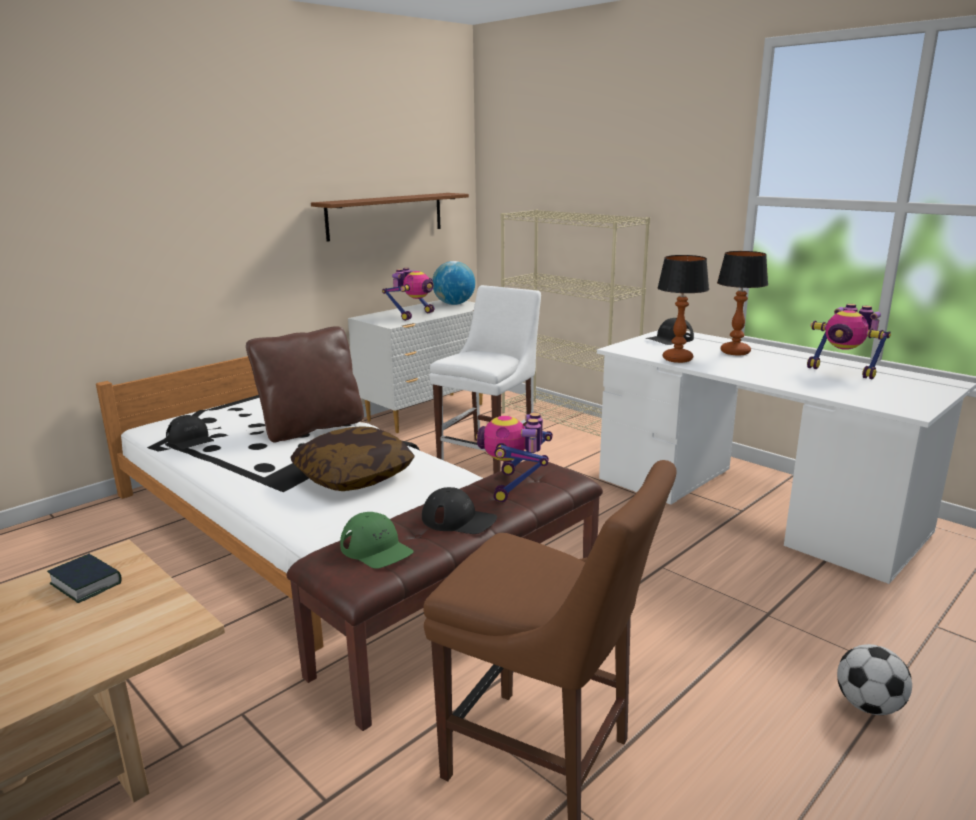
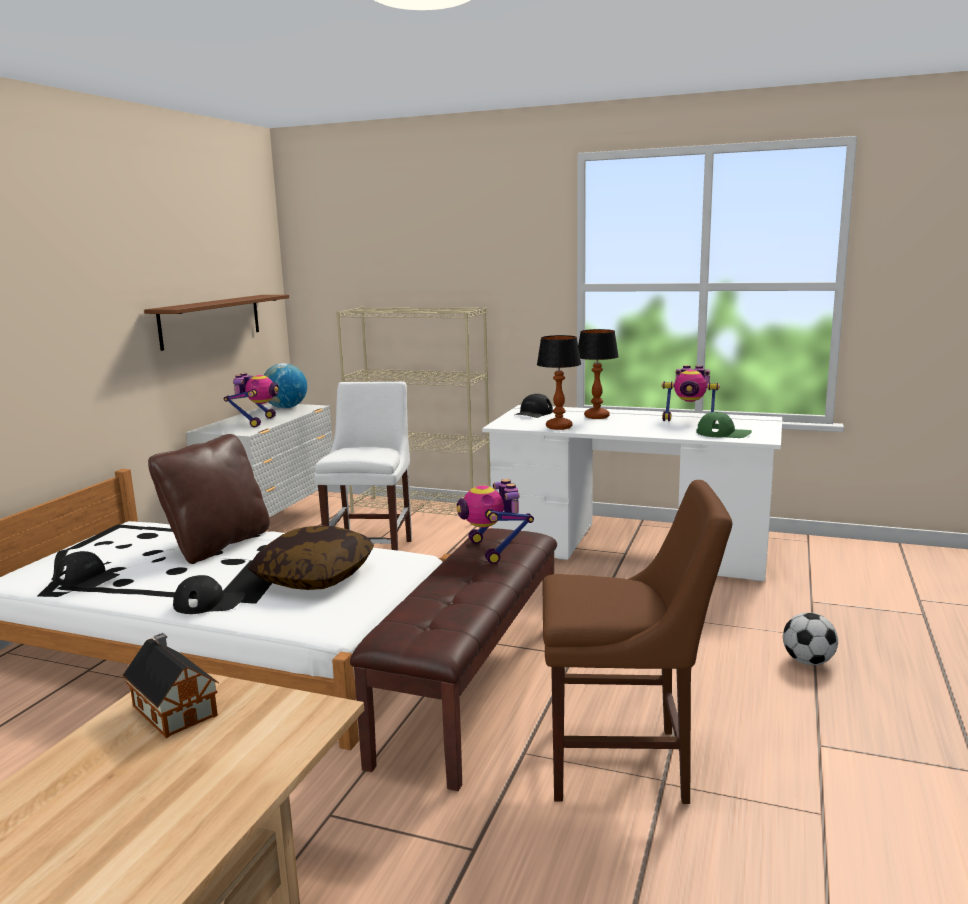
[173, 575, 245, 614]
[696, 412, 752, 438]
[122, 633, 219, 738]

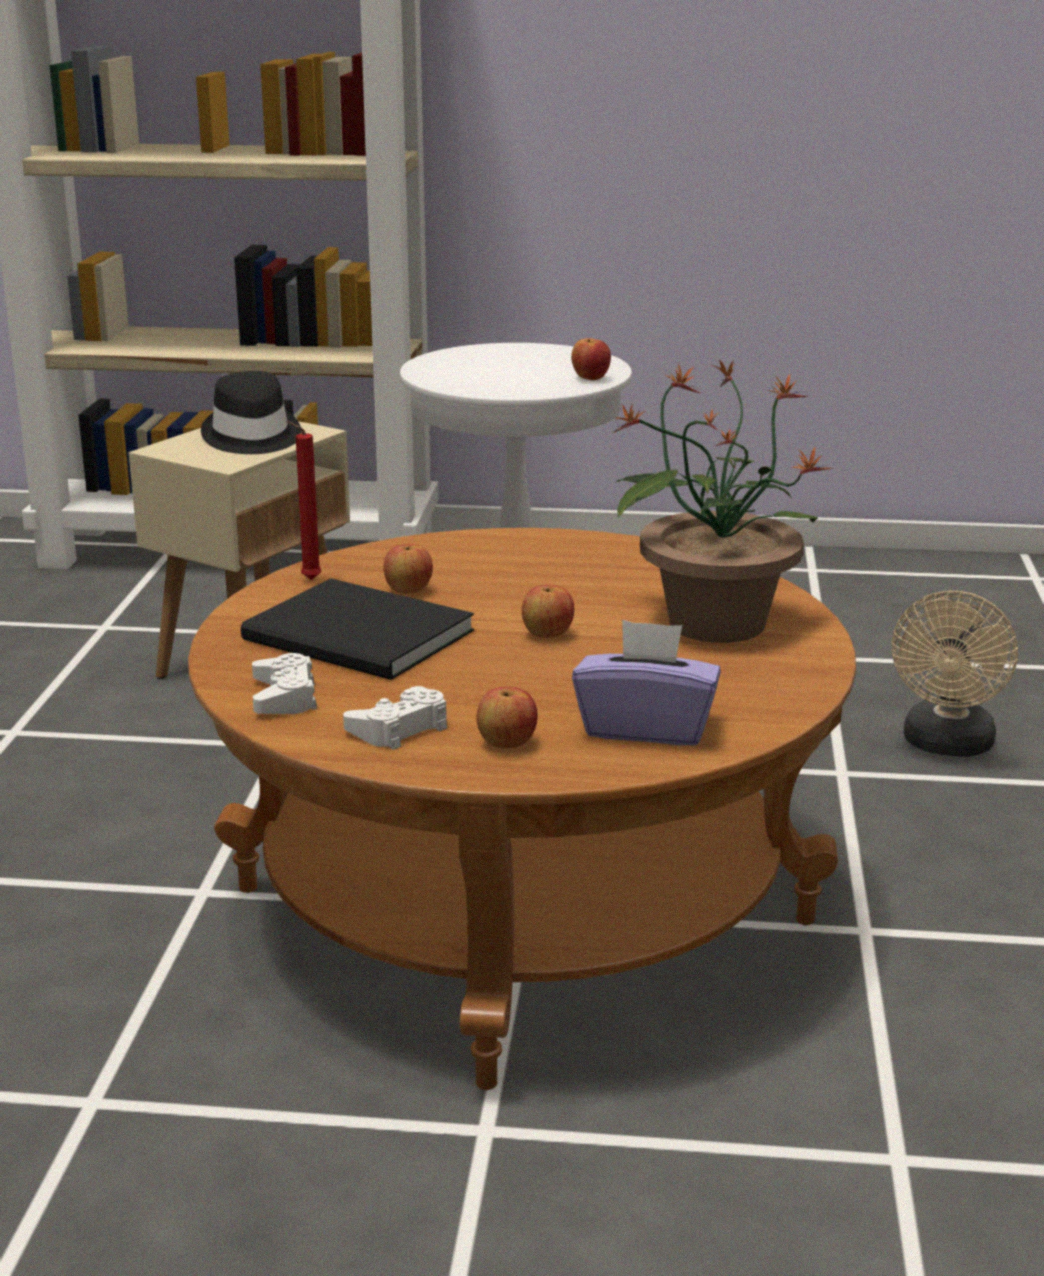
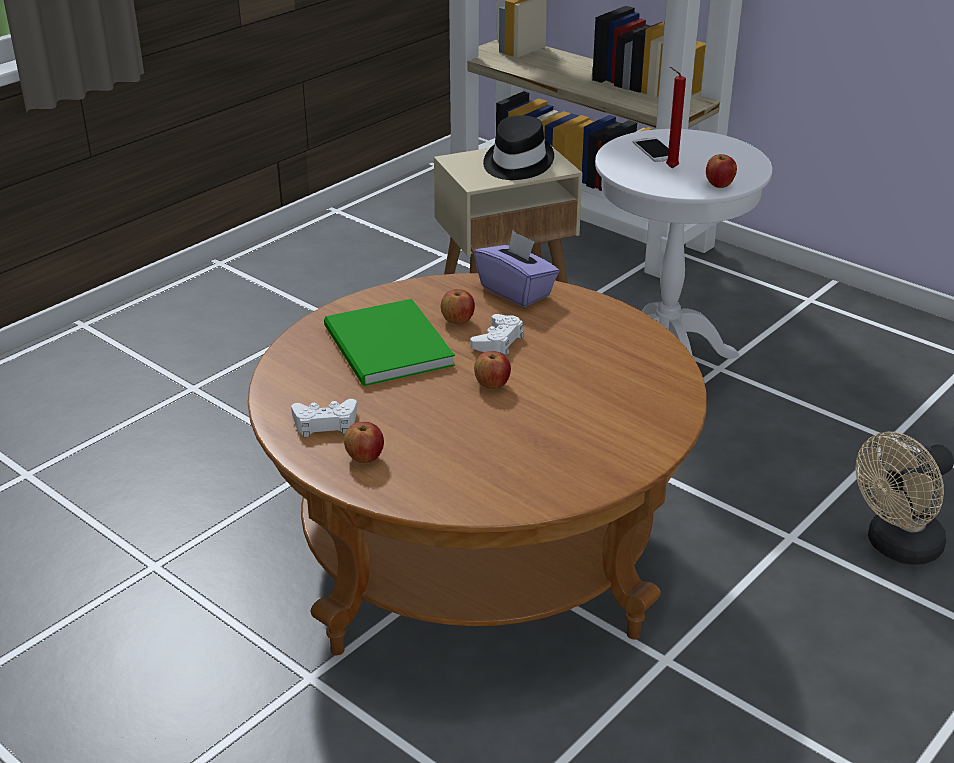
[613, 359, 832, 643] (first image)
[666, 67, 686, 168]
[324, 299, 455, 386]
[474, 231, 559, 307]
[471, 314, 524, 355]
[633, 137, 669, 162]

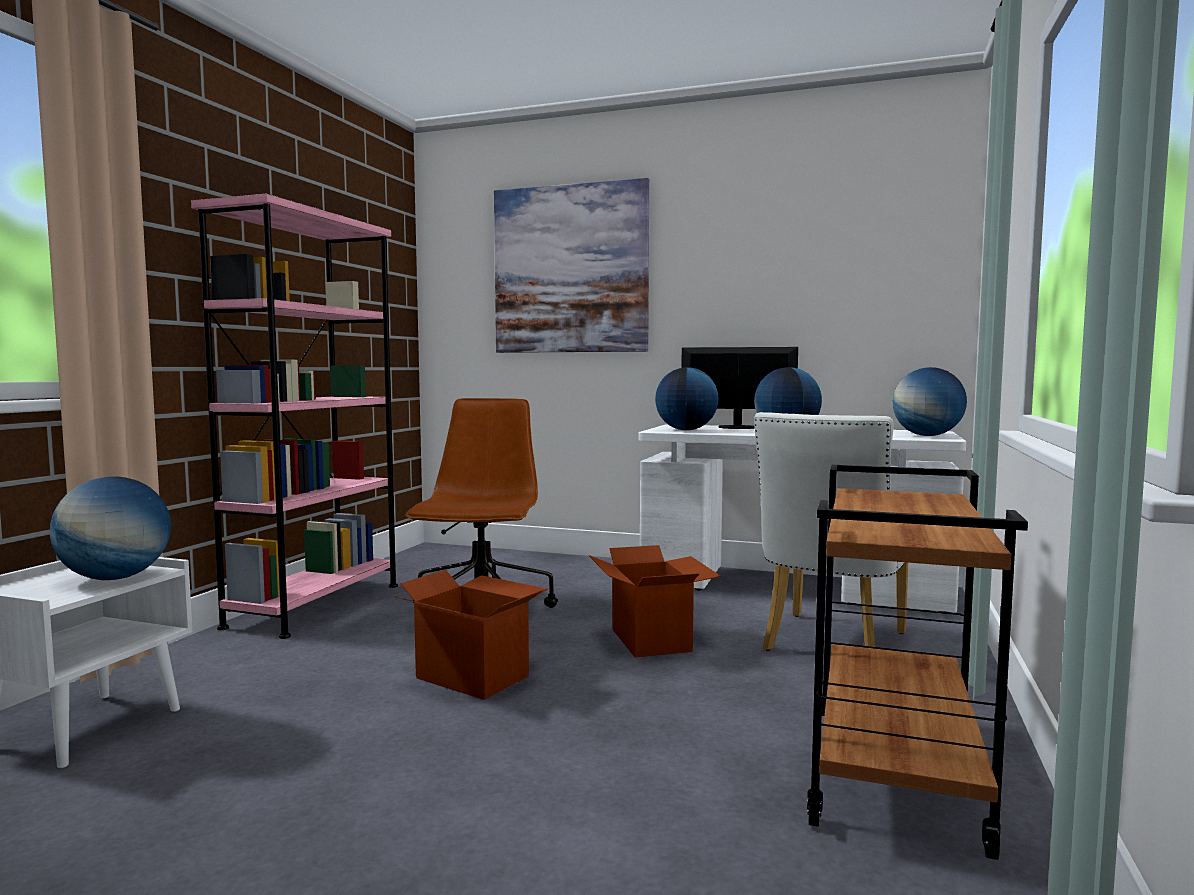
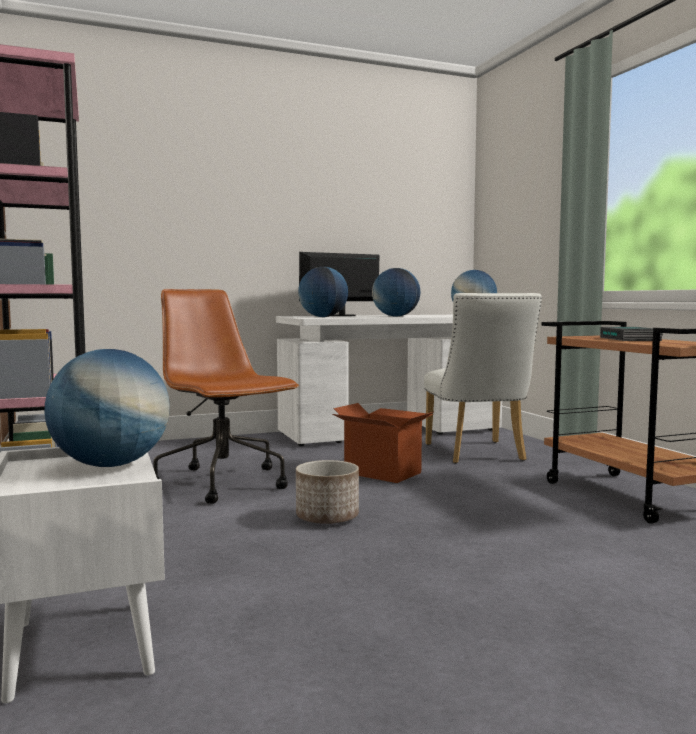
[494, 178, 649, 353] (first image)
[296, 460, 359, 524]
[600, 327, 663, 341]

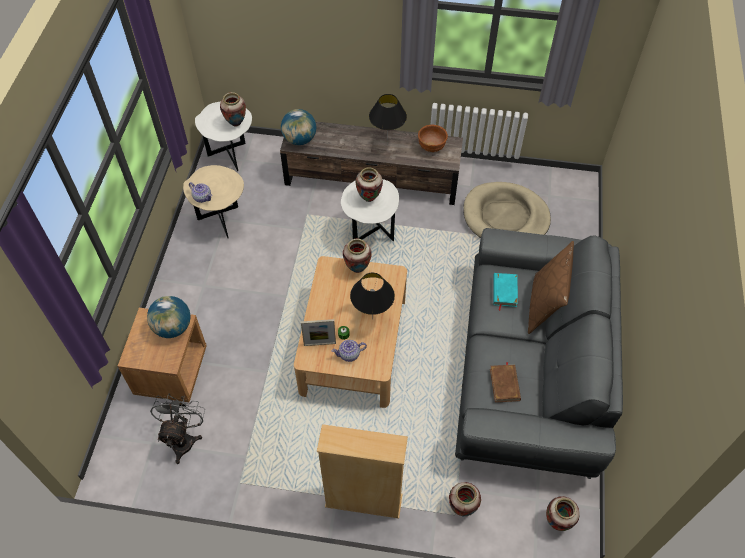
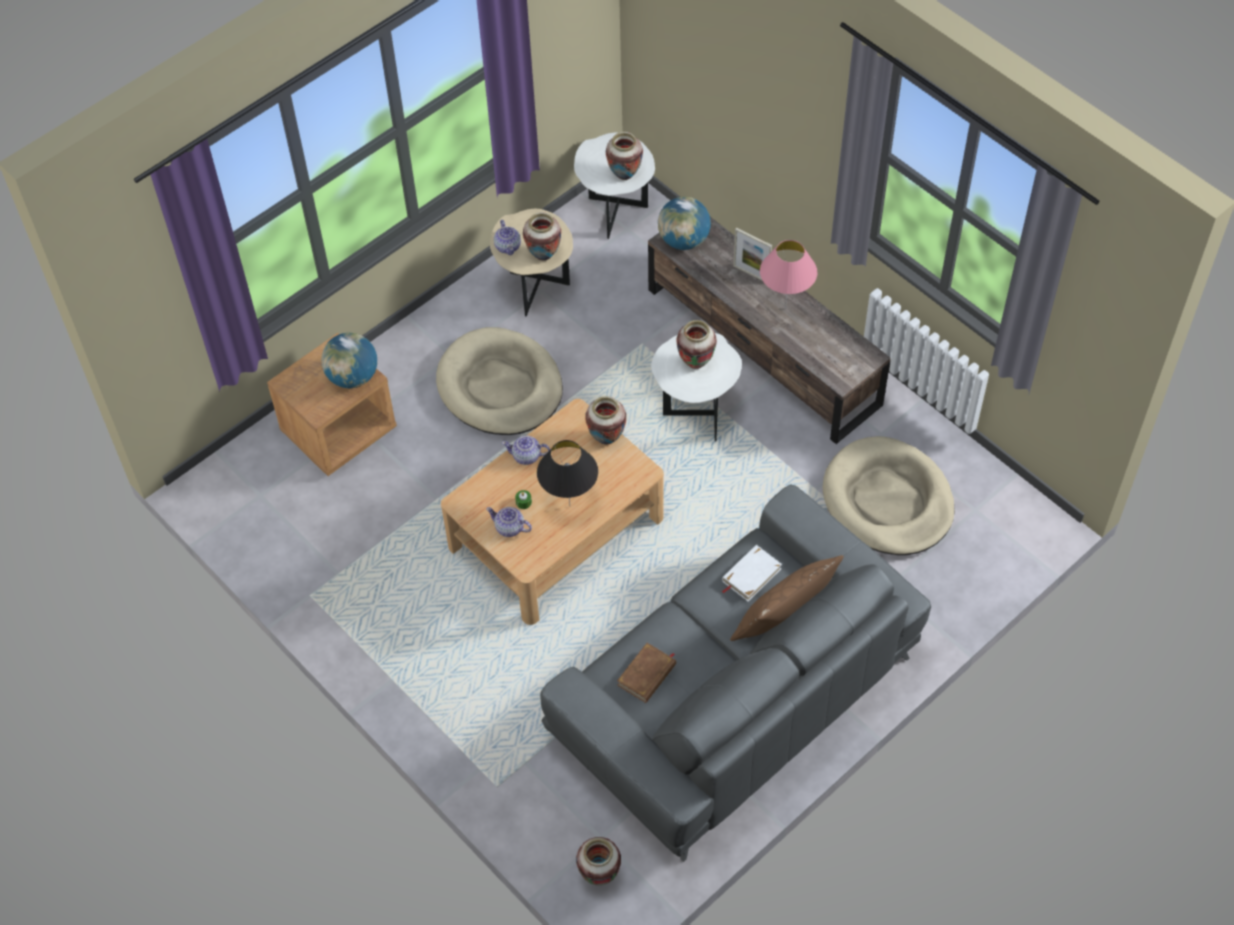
[760, 240, 817, 309]
[418, 125, 448, 152] (first image)
[722, 545, 782, 601]
[733, 228, 772, 280]
[150, 394, 205, 464] (first image)
[317, 424, 408, 518] (first image)
[523, 212, 561, 261]
[436, 327, 563, 435]
[502, 436, 550, 465]

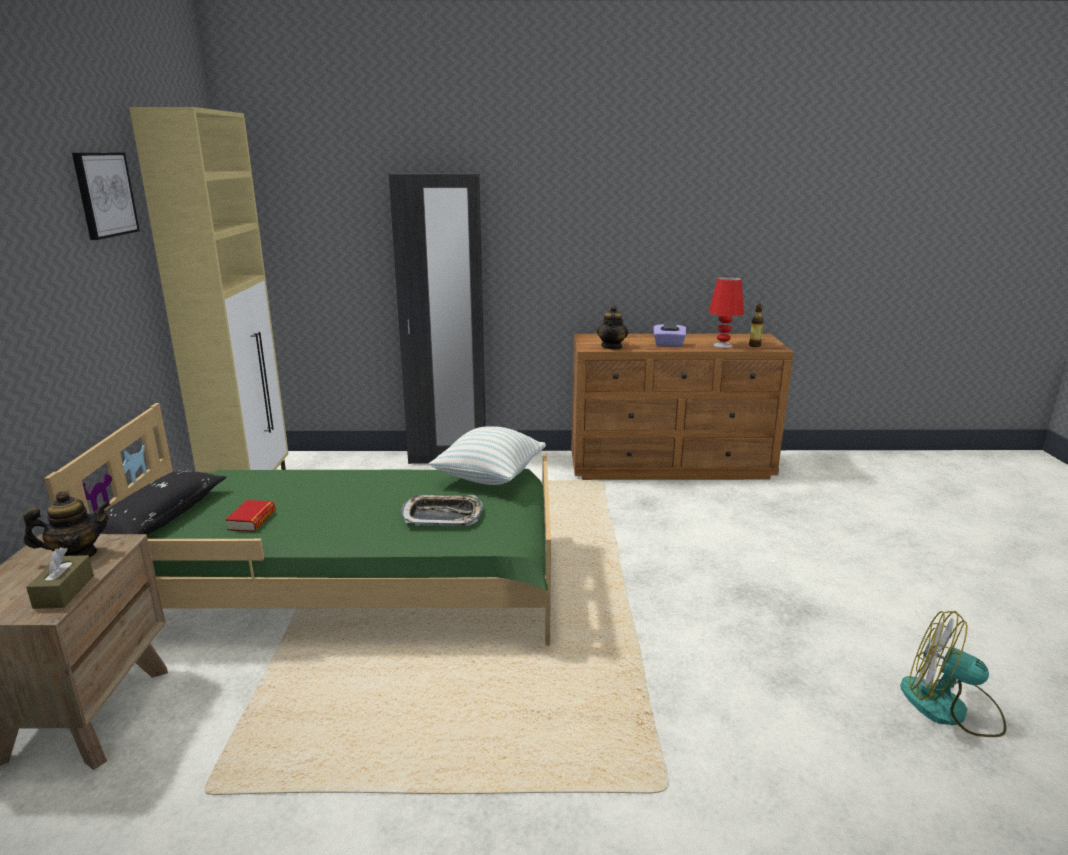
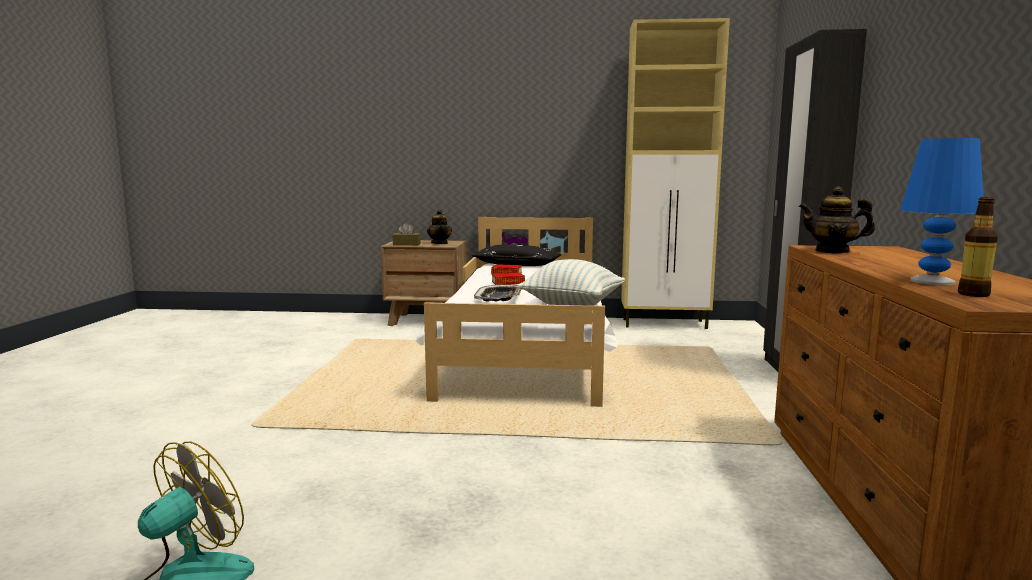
[72, 153, 140, 240] (first image)
[900, 138, 984, 285]
[653, 321, 686, 347] (first image)
[415, 217, 618, 407]
[492, 273, 525, 285]

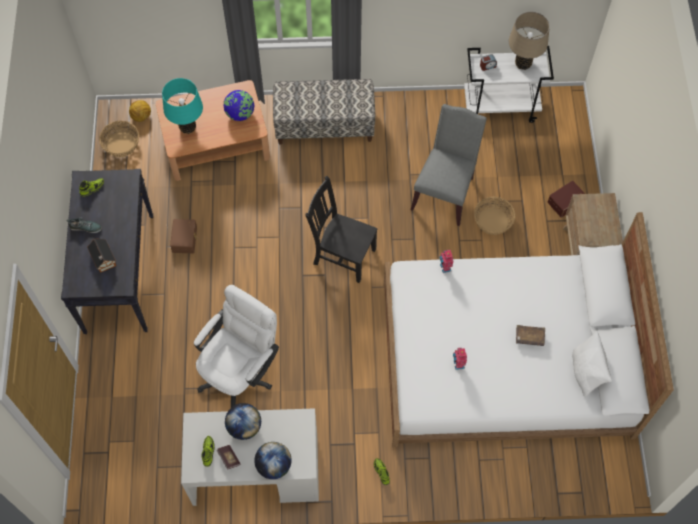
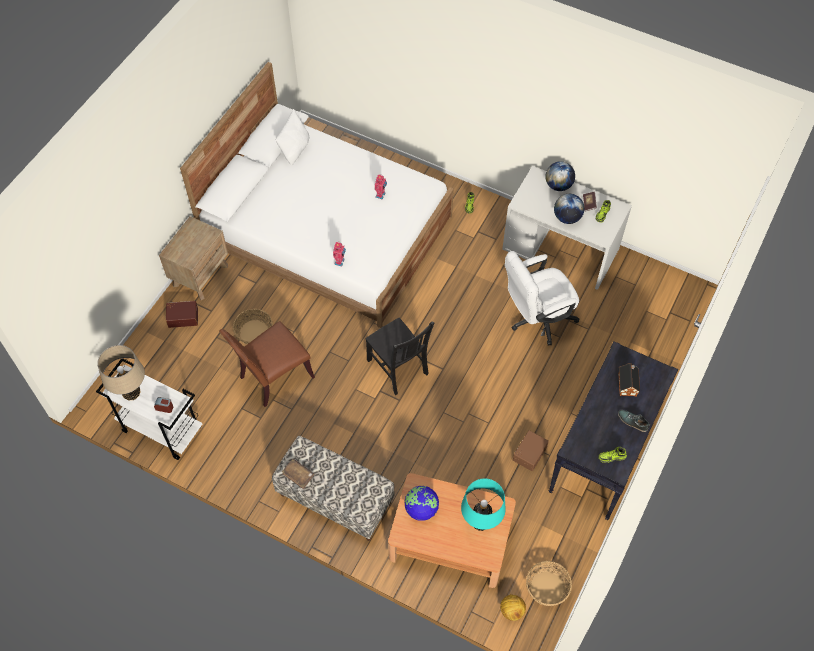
[219, 321, 315, 407]
[282, 459, 314, 489]

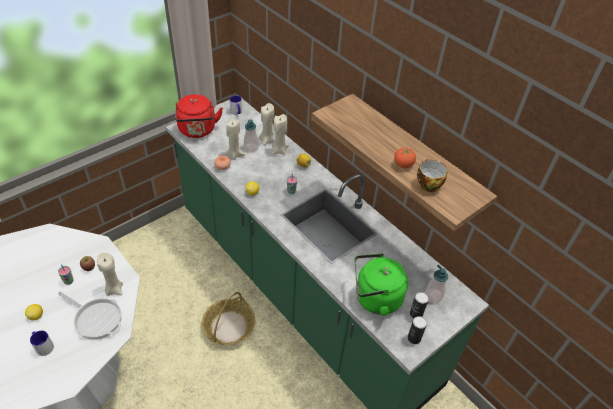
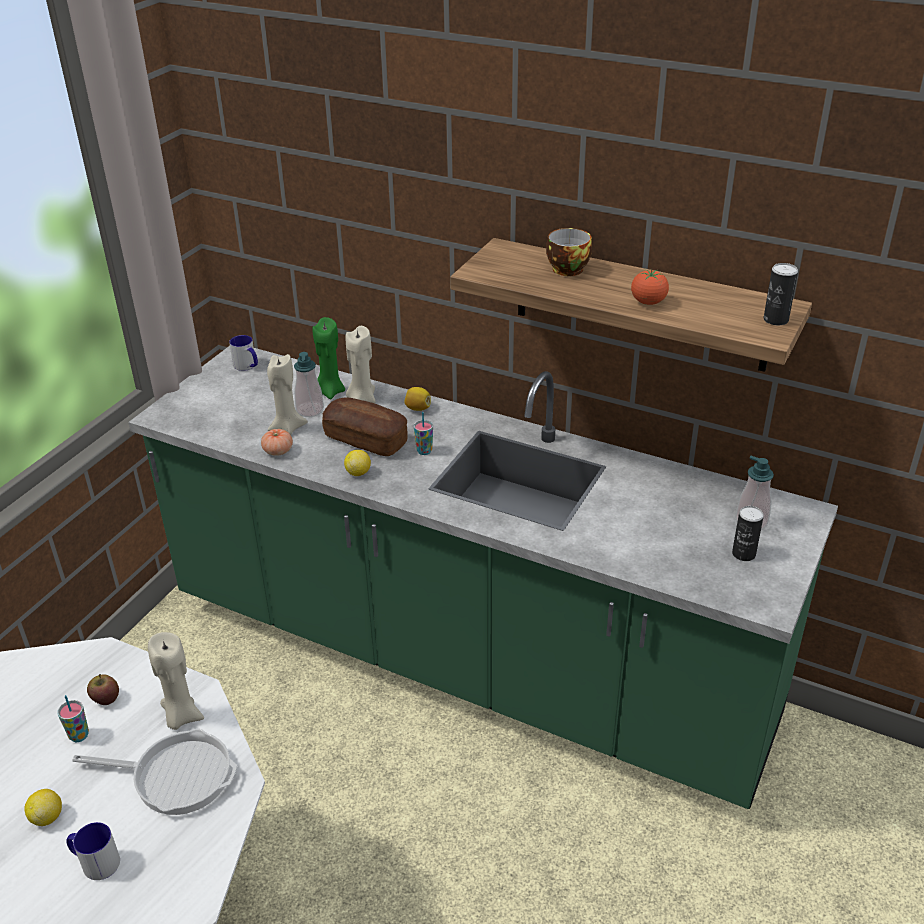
[175, 94, 223, 138] (first image)
[312, 317, 345, 399]
[546, 228, 592, 276]
[354, 253, 408, 316] (first image)
[202, 292, 255, 345] (first image)
[764, 263, 798, 325]
[322, 398, 408, 456]

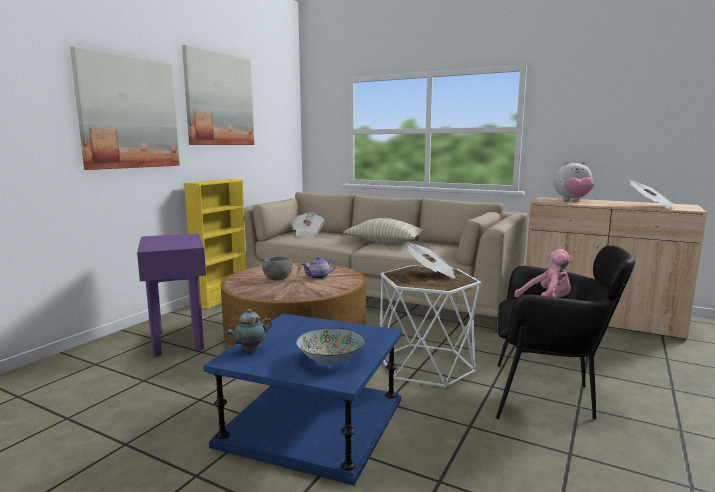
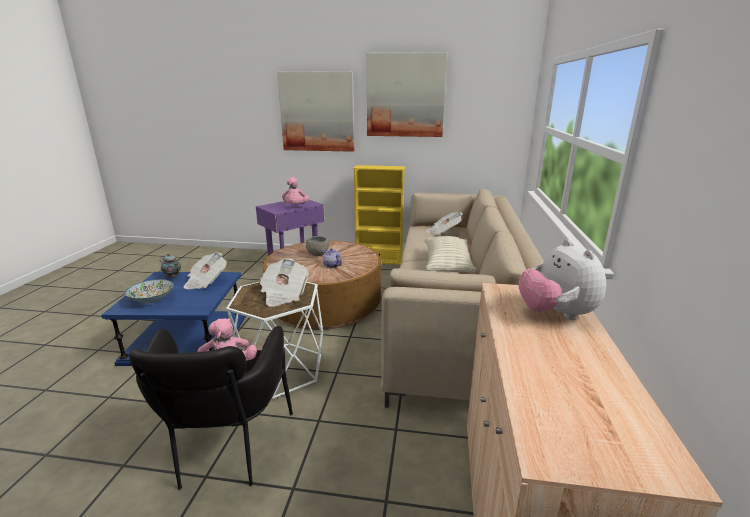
[184, 253, 227, 289]
[282, 177, 309, 204]

